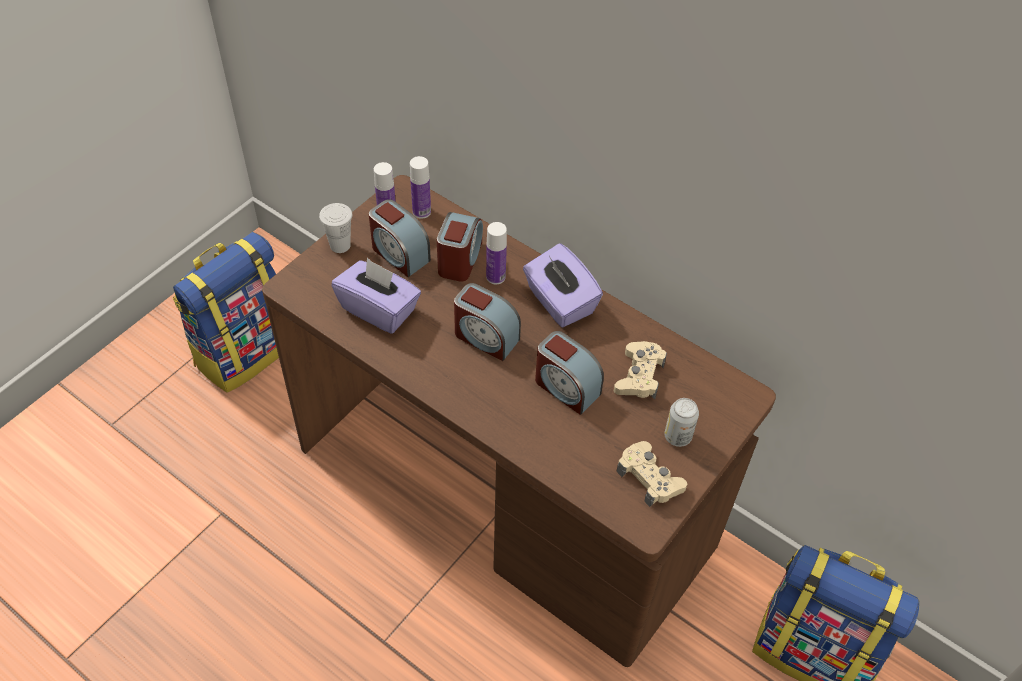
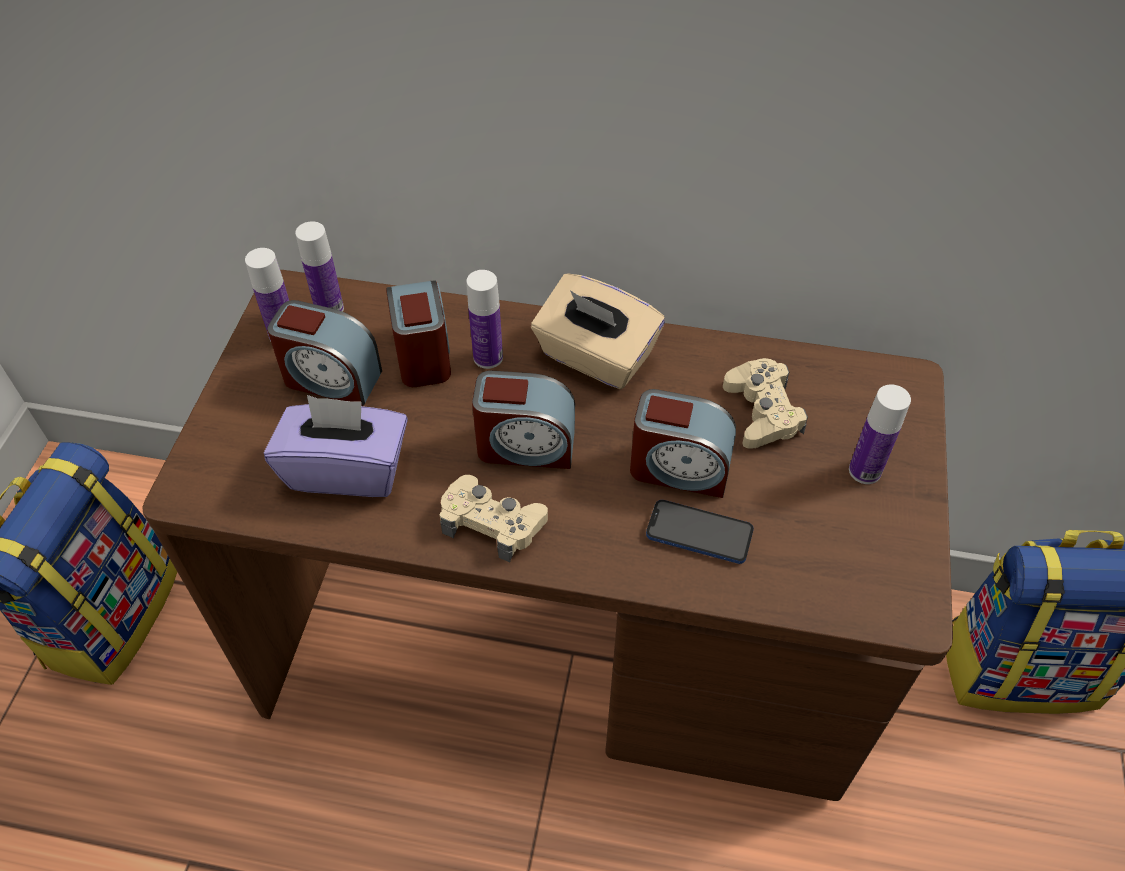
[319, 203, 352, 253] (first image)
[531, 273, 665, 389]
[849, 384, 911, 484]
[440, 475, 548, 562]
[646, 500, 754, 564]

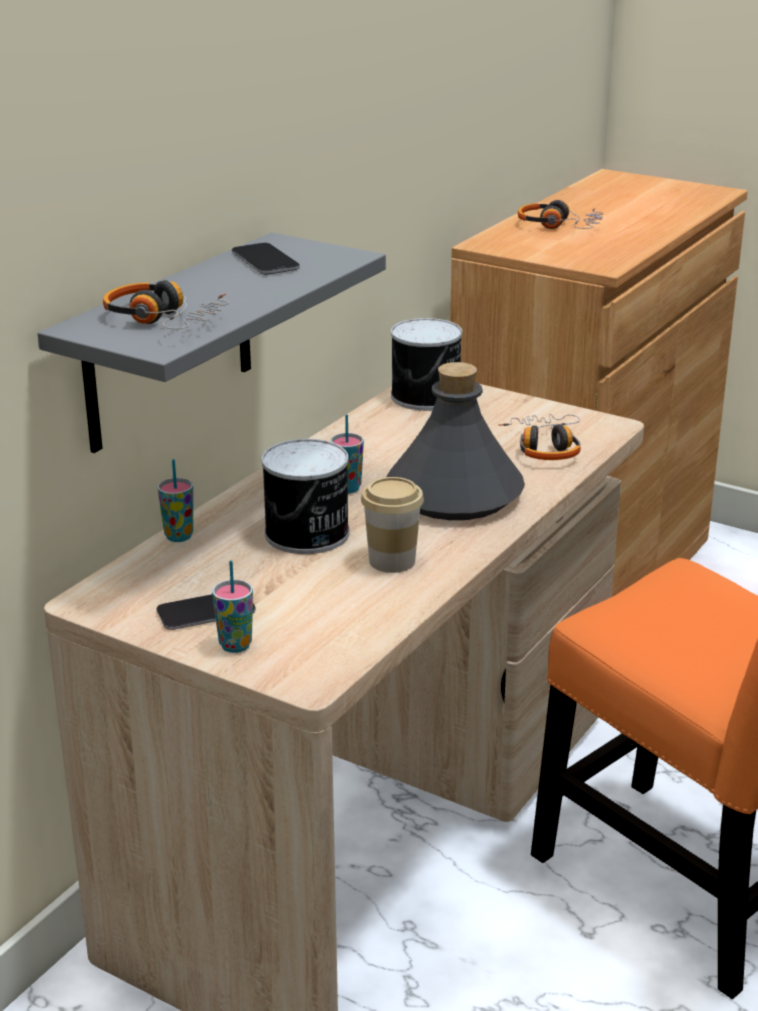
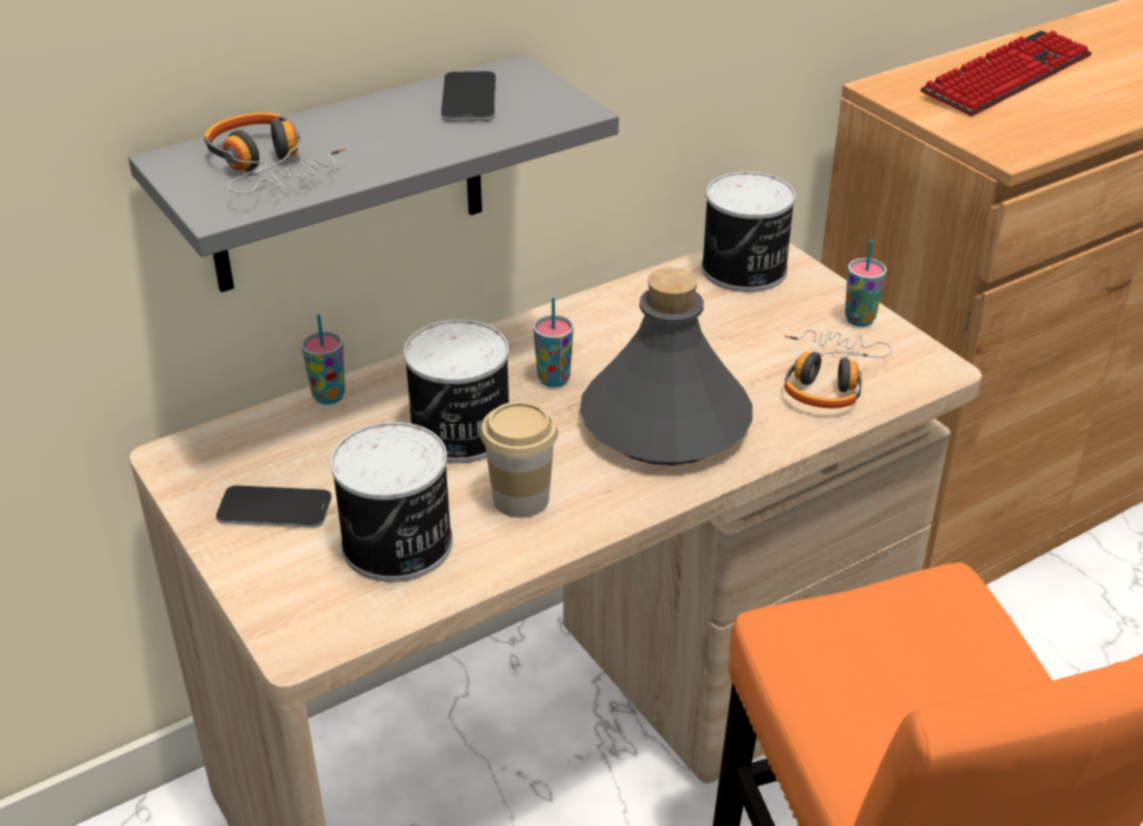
[921, 30, 1092, 116]
[845, 240, 887, 327]
[330, 422, 453, 582]

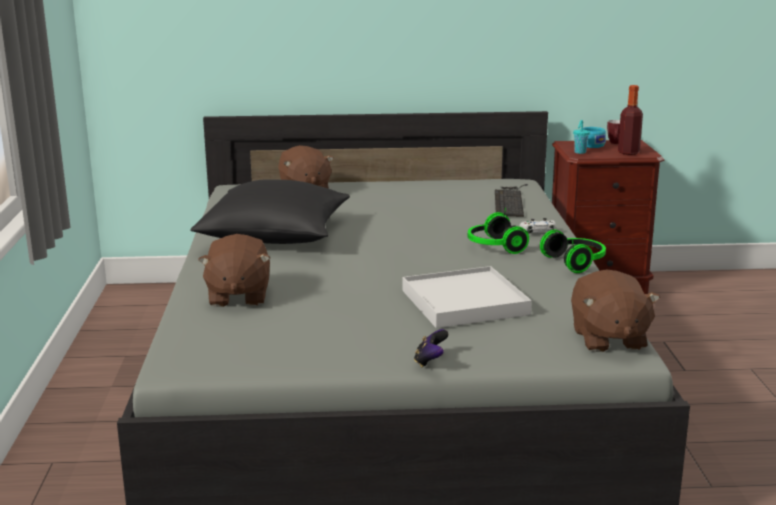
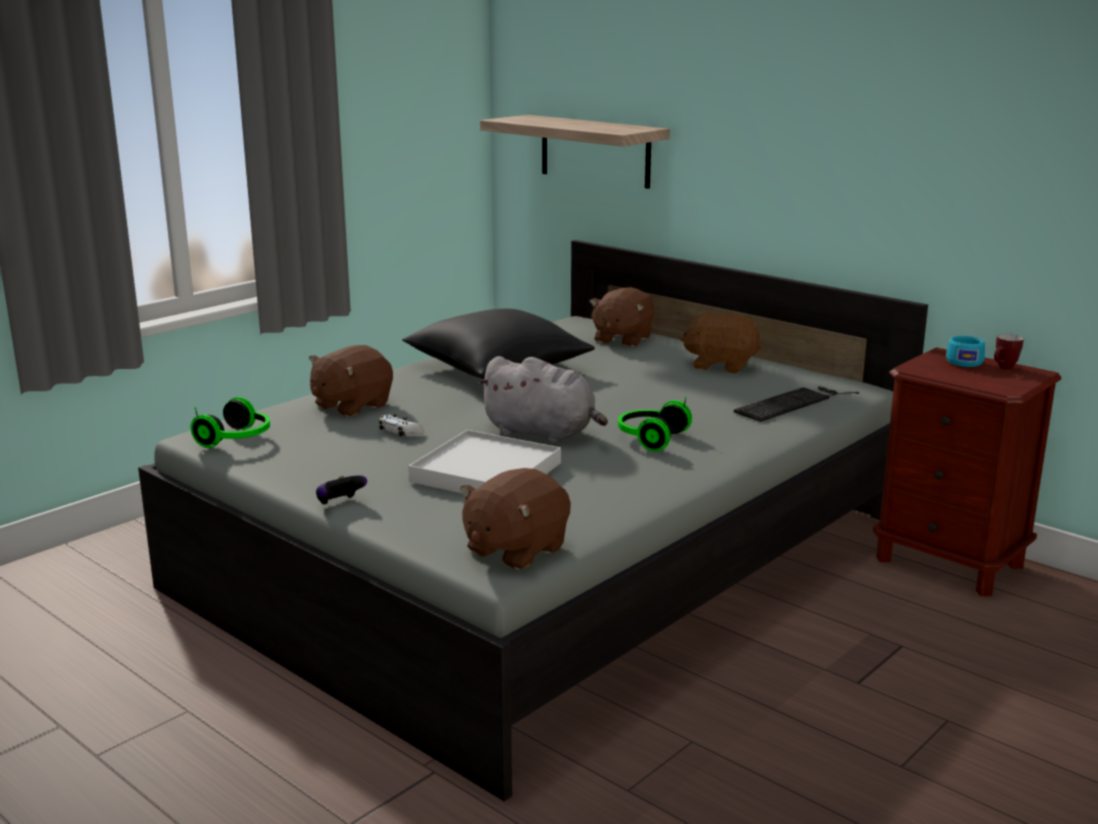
[618, 85, 643, 155] (first image)
[573, 120, 590, 154] (first image)
[379, 414, 424, 436]
[191, 397, 270, 448]
[480, 115, 670, 189]
[680, 312, 761, 374]
[477, 356, 608, 443]

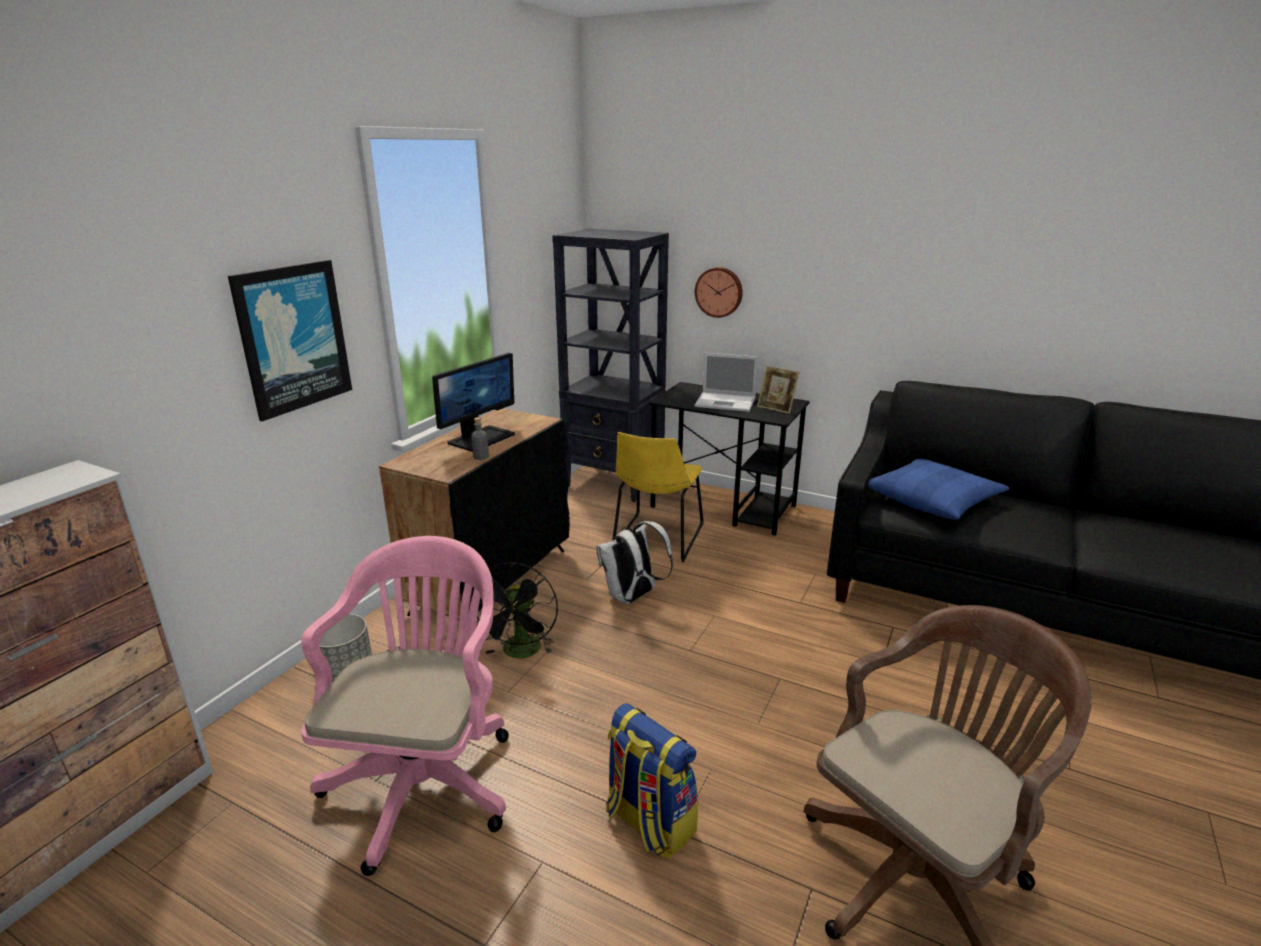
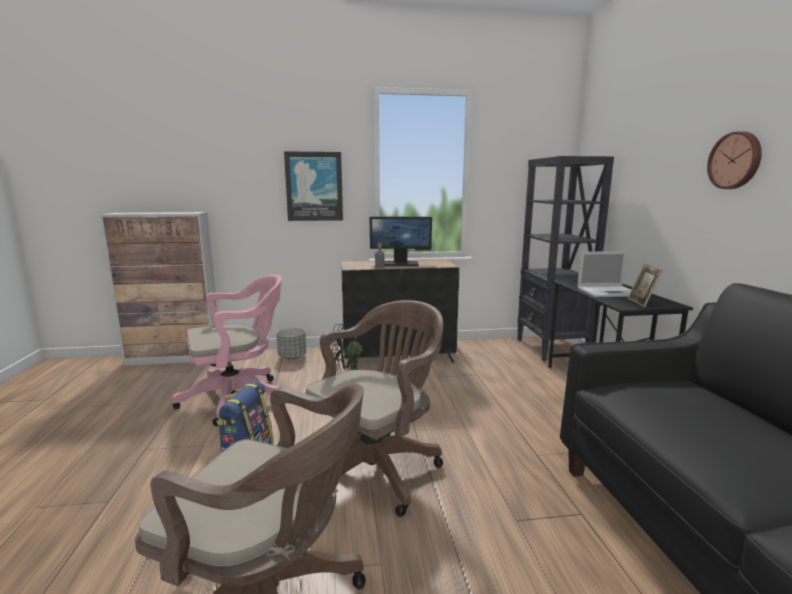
[707, 131, 762, 189]
[577, 251, 632, 297]
[612, 432, 704, 562] (first image)
[868, 459, 1010, 520] (first image)
[596, 521, 673, 604] (first image)
[304, 300, 443, 517]

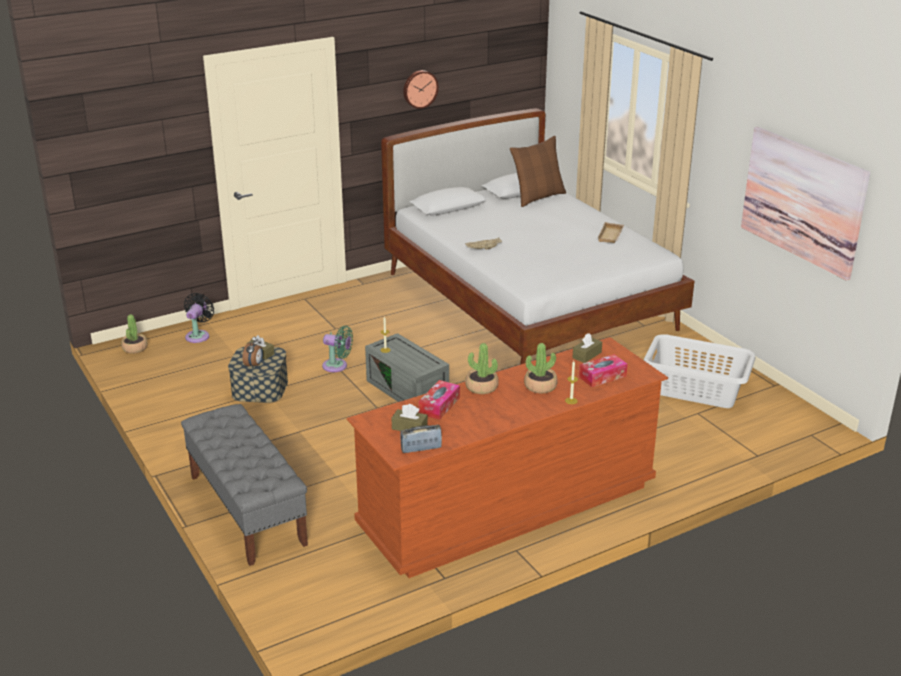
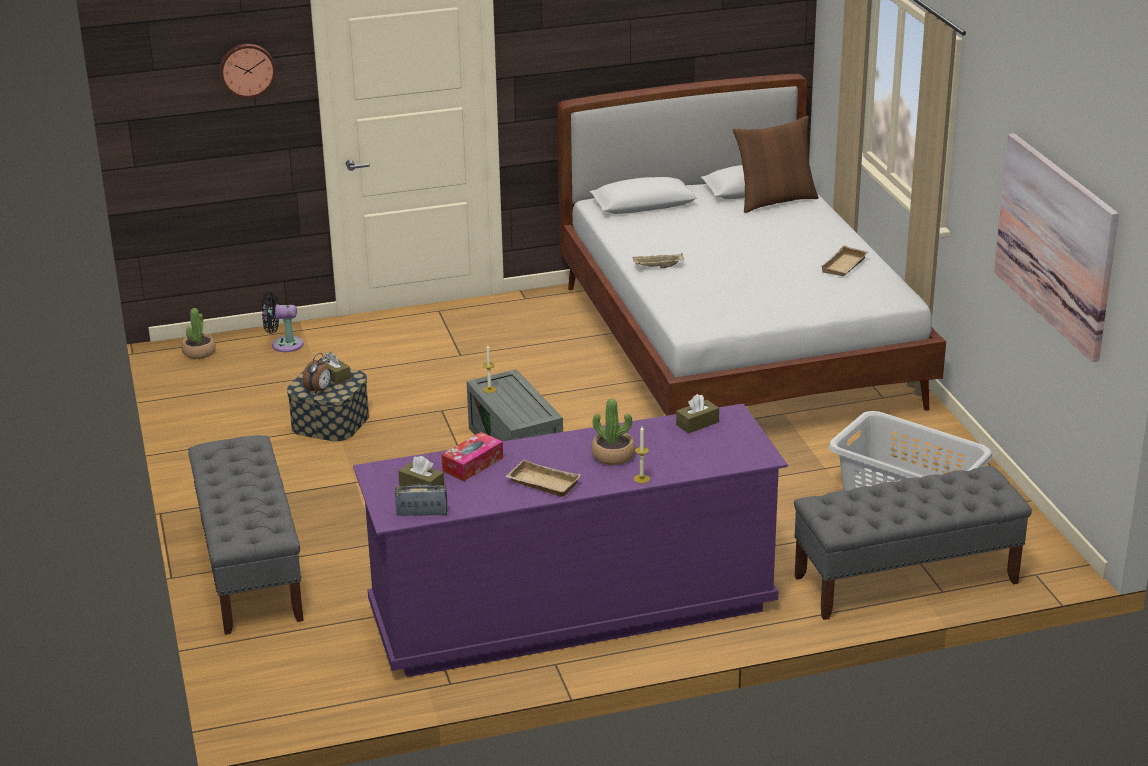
[220, 44, 276, 98]
[262, 291, 304, 352]
[322, 325, 353, 372] (first image)
[353, 404, 788, 677]
[465, 343, 499, 394] (first image)
[579, 354, 628, 387] (first image)
[505, 459, 581, 497]
[794, 466, 1032, 620]

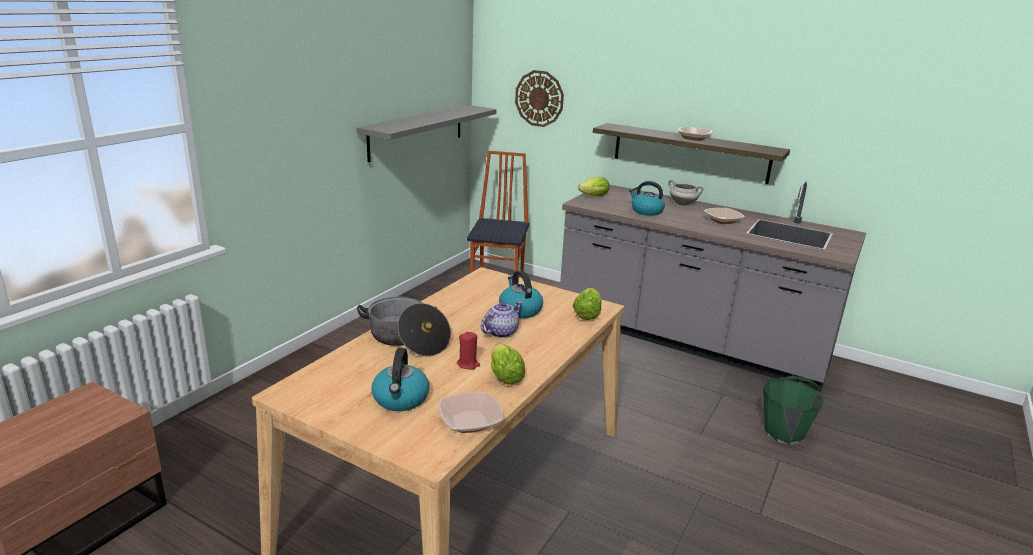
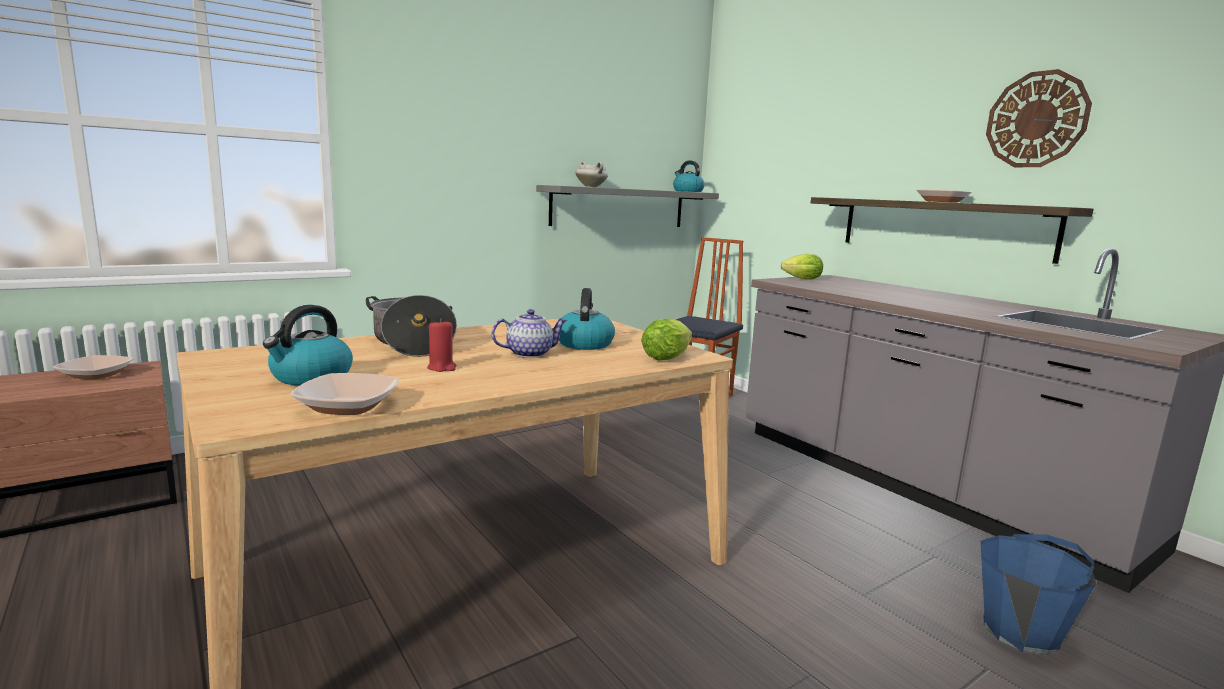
[986, 69, 1092, 167]
[575, 162, 608, 187]
[673, 160, 705, 192]
[53, 355, 134, 379]
[491, 344, 525, 384] (first image)
[981, 534, 1096, 656]

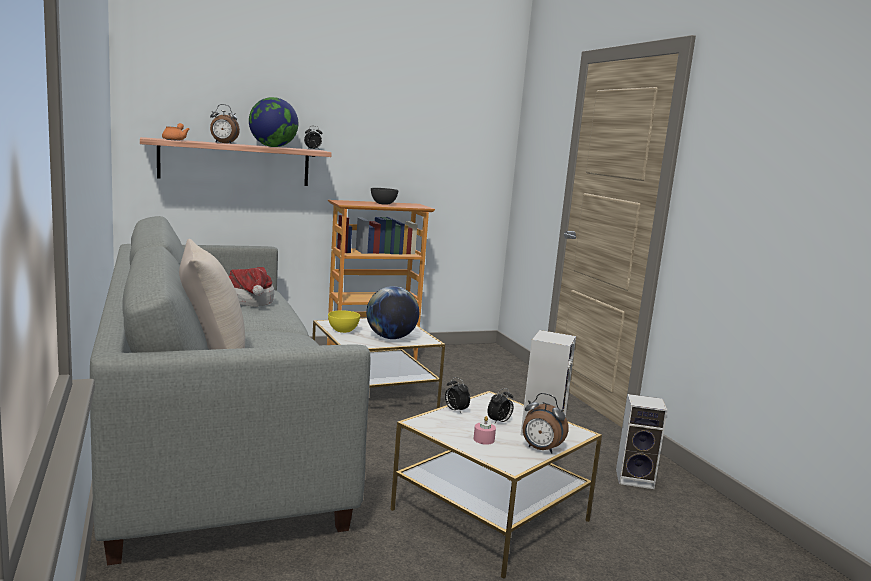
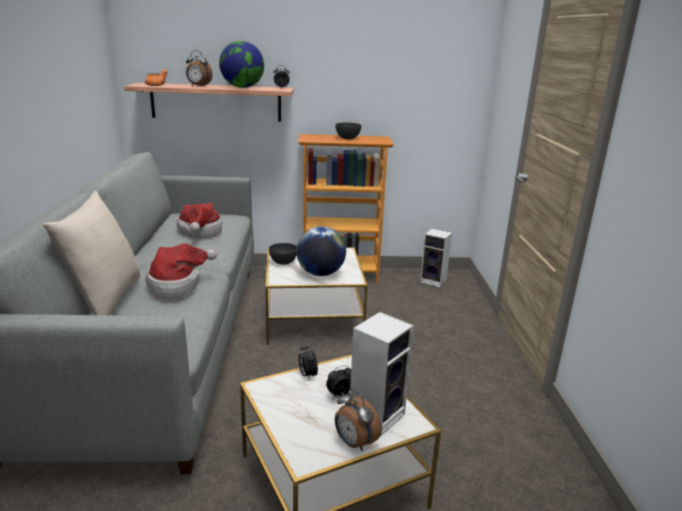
[269, 243, 297, 265]
[420, 229, 452, 287]
[473, 416, 496, 445] (first image)
[145, 243, 217, 300]

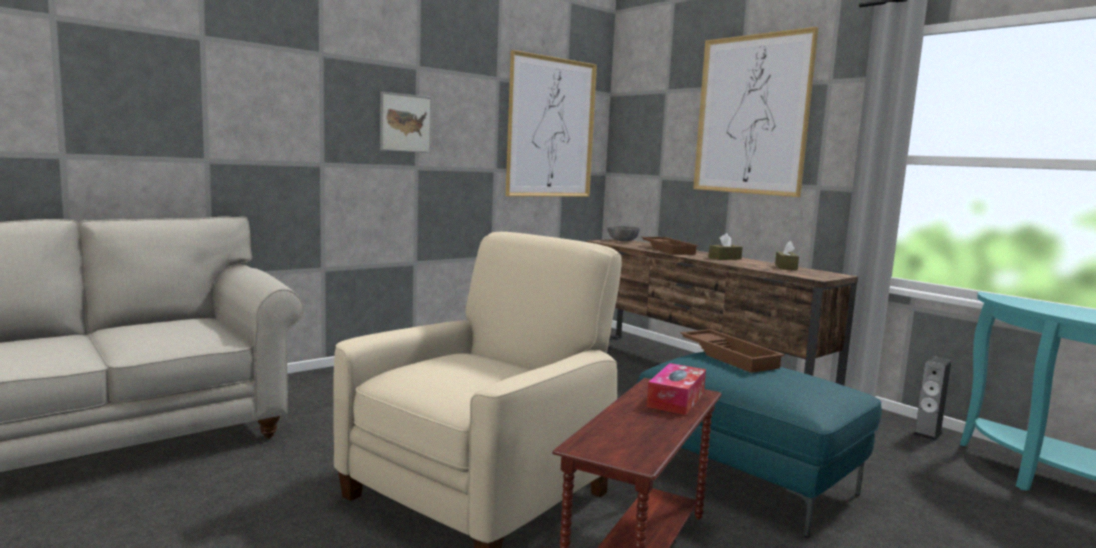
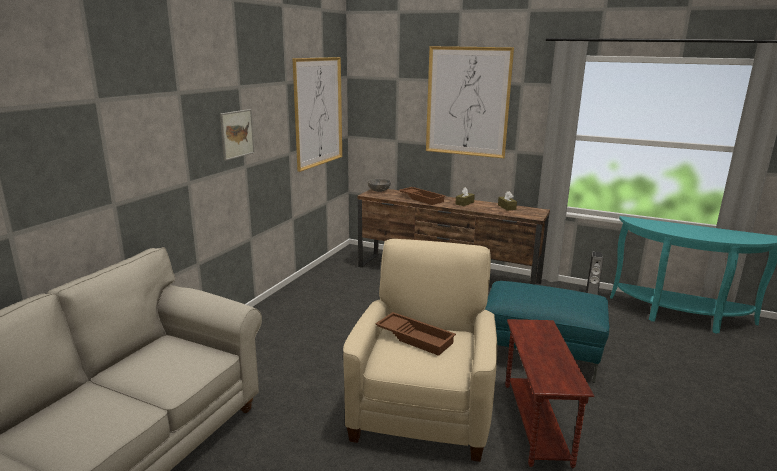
[375, 312, 456, 356]
[647, 363, 706, 415] (first image)

